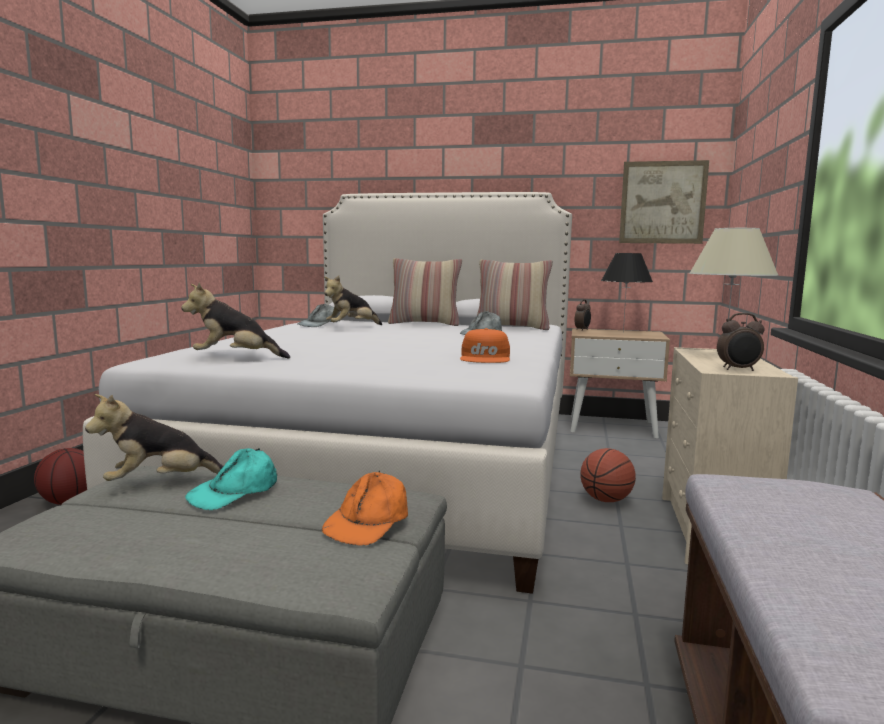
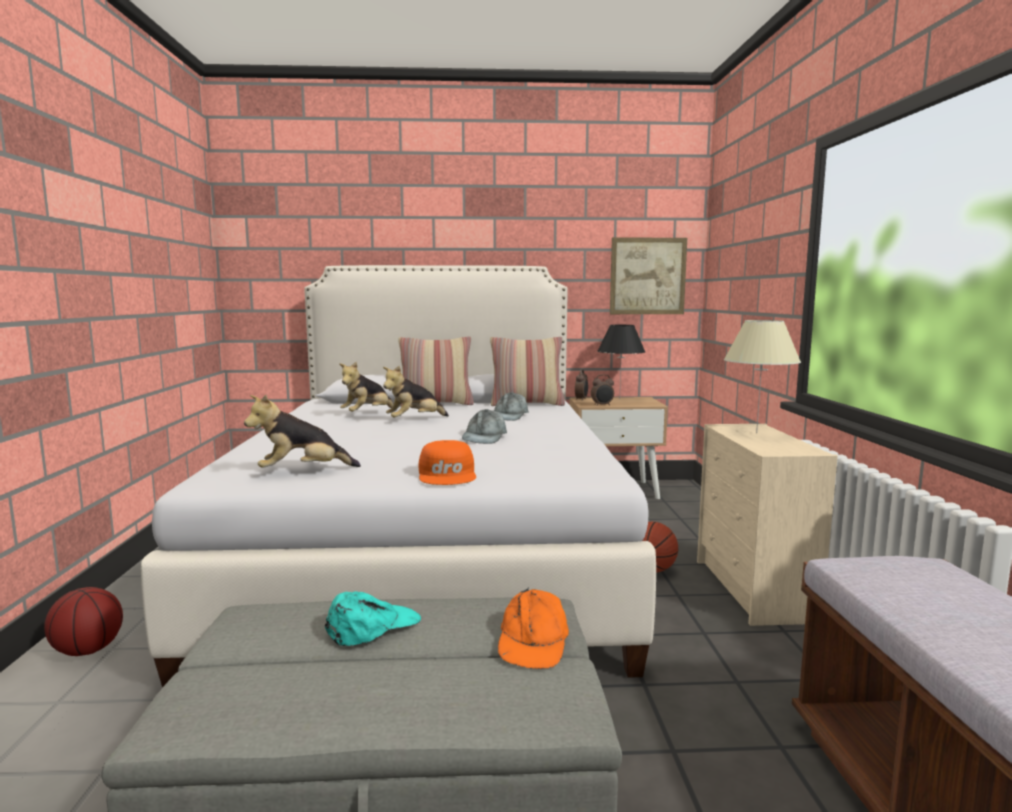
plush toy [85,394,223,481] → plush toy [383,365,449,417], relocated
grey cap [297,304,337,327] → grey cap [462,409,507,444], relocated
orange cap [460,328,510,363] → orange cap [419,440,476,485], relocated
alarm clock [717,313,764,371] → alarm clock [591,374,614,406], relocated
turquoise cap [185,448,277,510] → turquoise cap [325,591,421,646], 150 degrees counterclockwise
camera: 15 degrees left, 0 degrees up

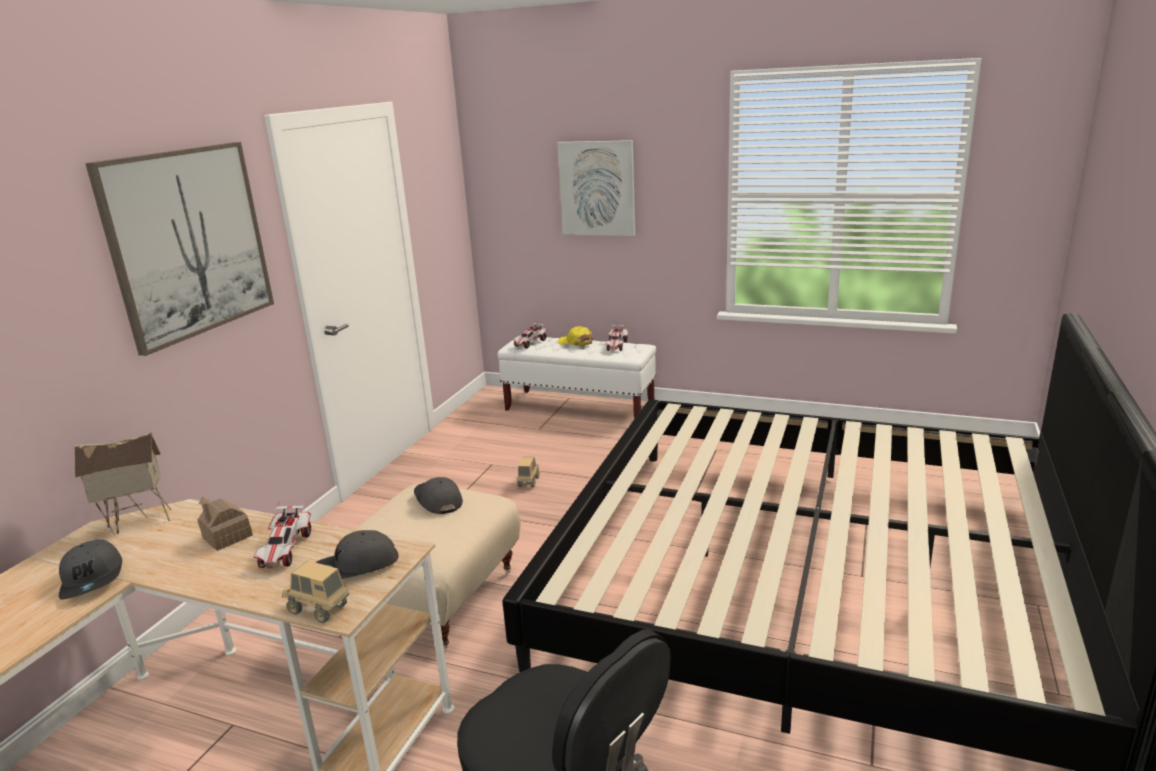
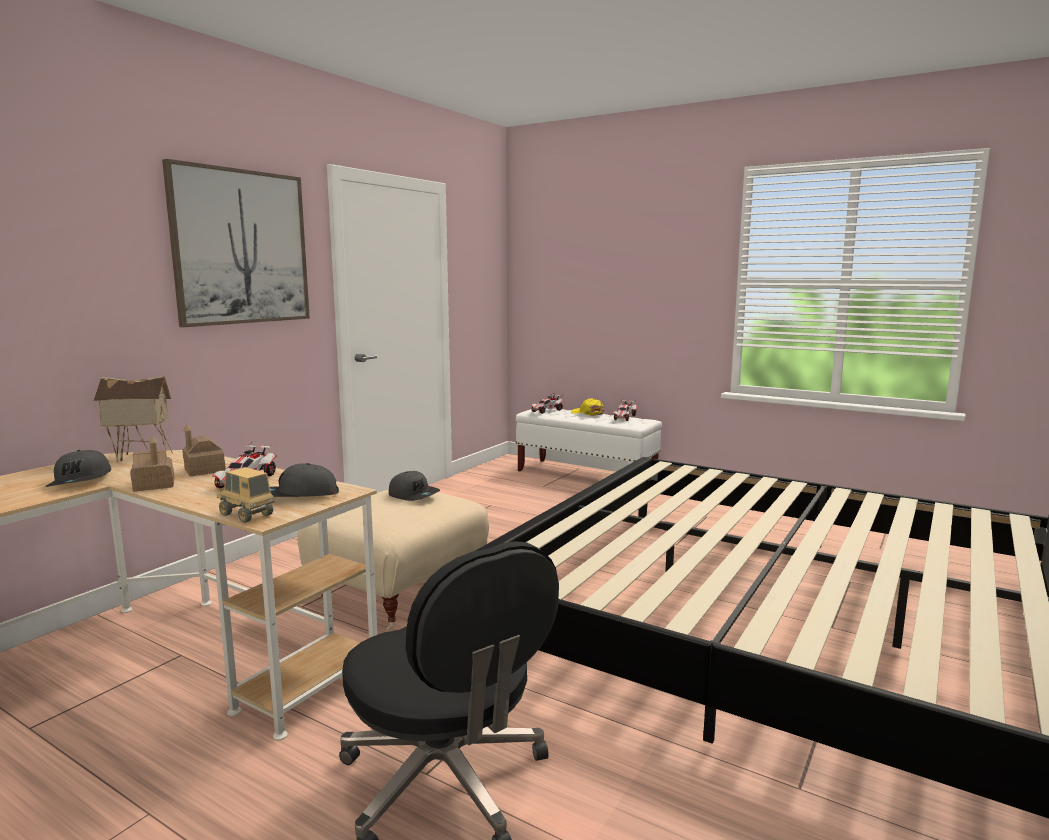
toy truck [517,456,540,488] → -
picture [557,140,635,236] → -
- → toy house [130,436,174,492]
grey cap [414,477,463,514] → grey cap [389,471,440,501], 150 degrees clockwise
camera: 10 degrees right, 10 degrees down

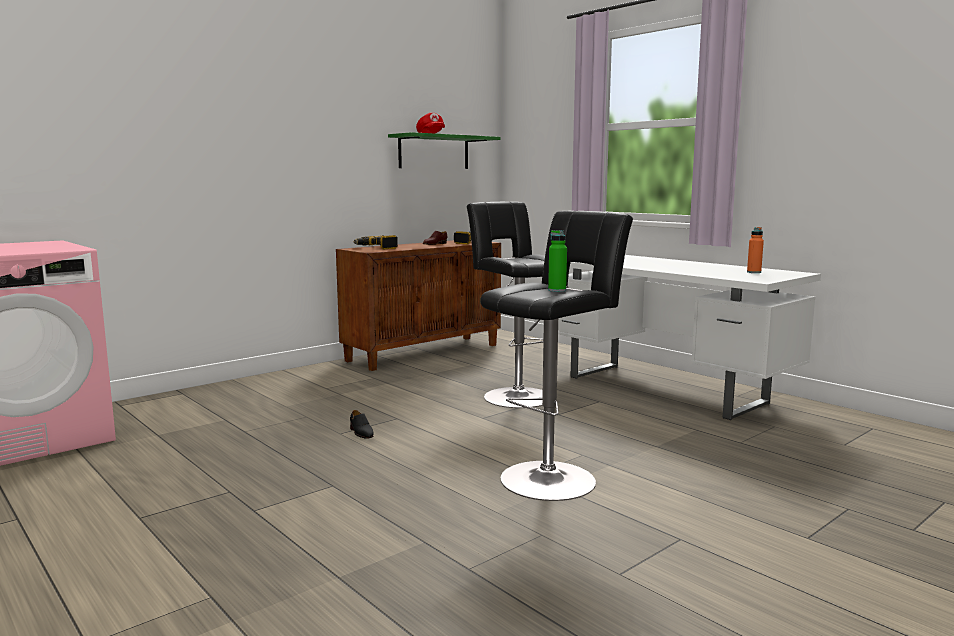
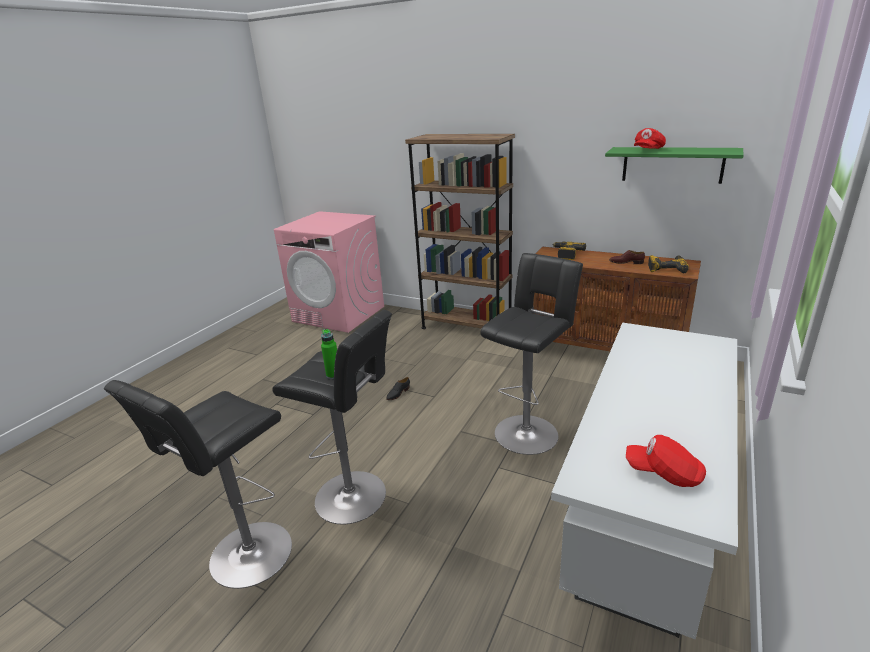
- → black stool [104,380,292,589]
- → brown bookcase [405,134,515,329]
orange bottle [747,227,764,273] → red cap [626,435,706,487]
camera: 70 degrees right, 15 degrees up

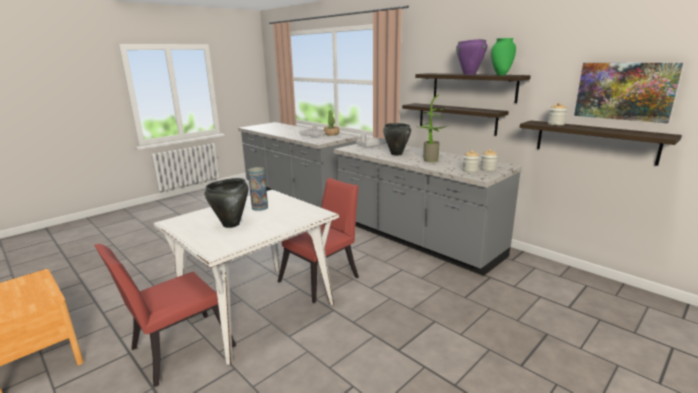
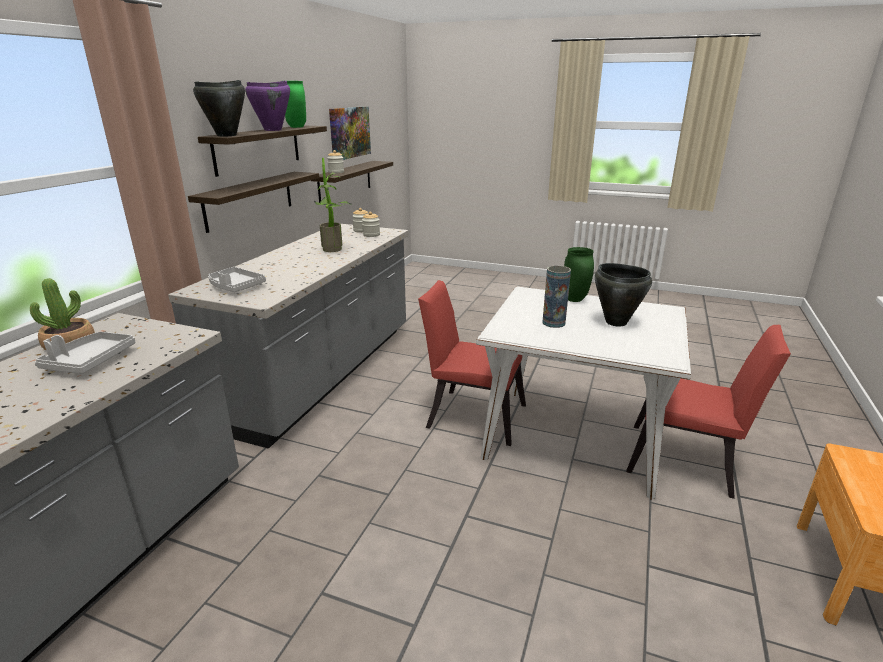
- → green vase [564,247,594,302]
black cooking pot [383,123,411,155] → black cooking pot [193,80,245,136], relocated
camera: 115 degrees left, 5 degrees up

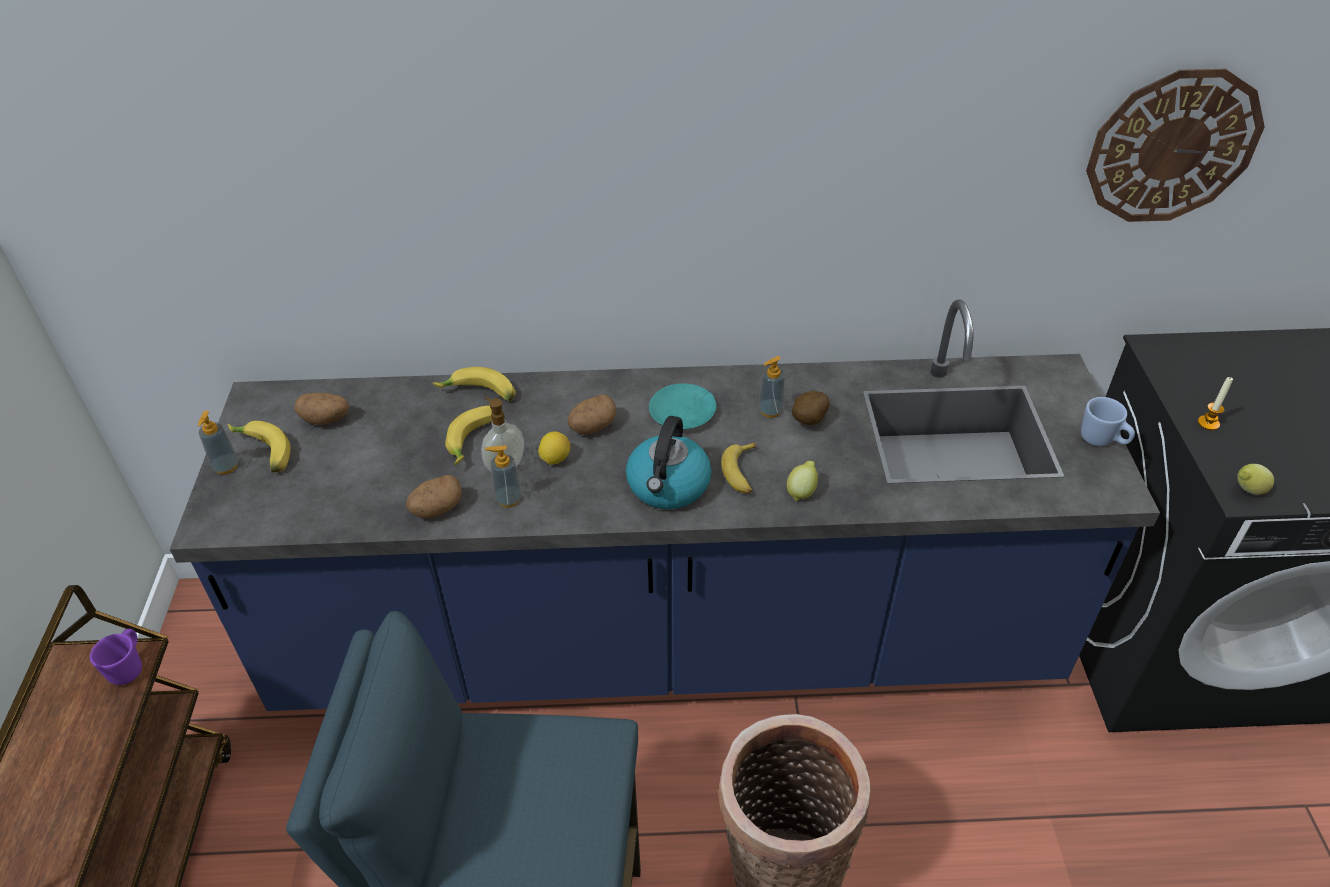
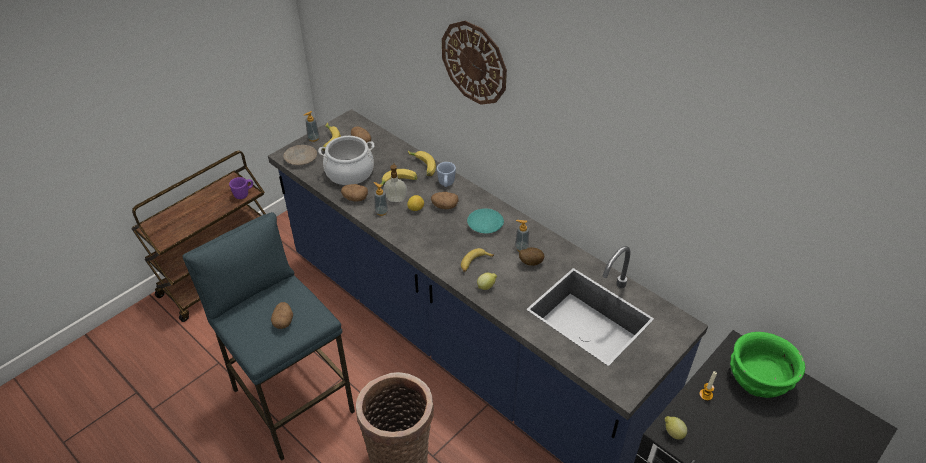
kettle [626,416,712,509] → -
- → potato [271,302,293,329]
- → beige plate [283,145,317,165]
- → cooking pot [318,136,375,185]
- → green bowl [730,332,805,398]
blue mug [1081,397,1135,447] → blue mug [437,162,456,187], relocated
wall clock [1086,69,1265,222] → wall clock [442,21,507,105], relocated
camera: 45 degrees right, 0 degrees up

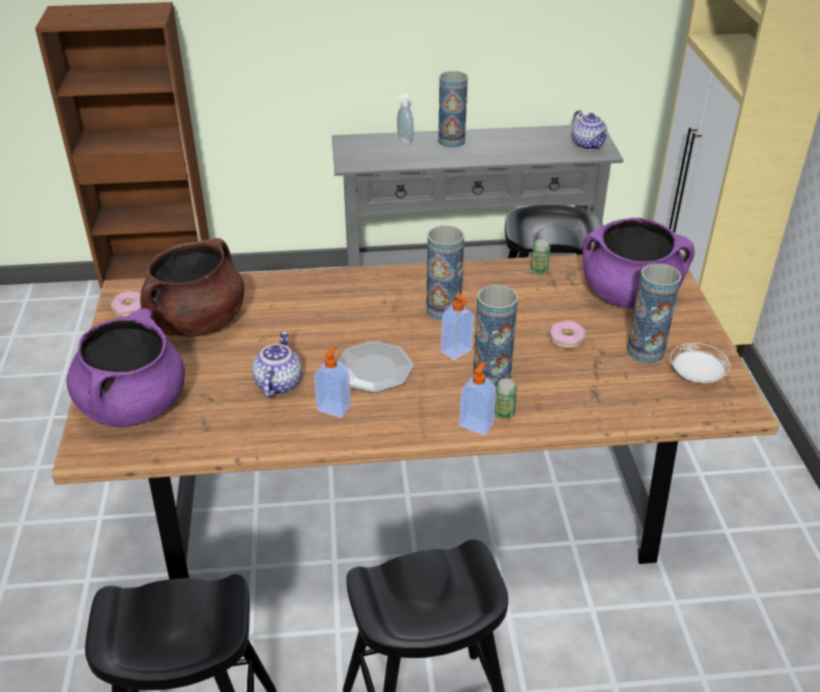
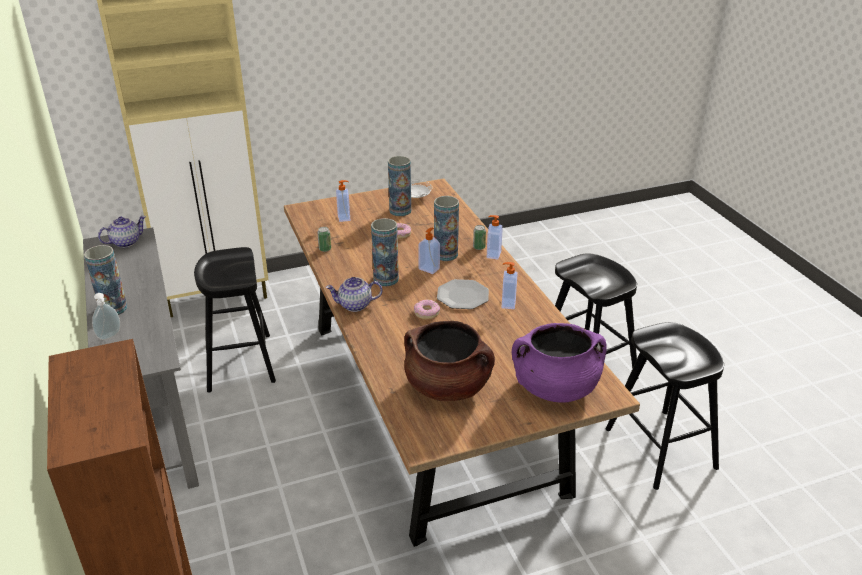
donut [110,291,142,317] → donut [414,299,440,320], relocated
teapot [252,331,302,398] → teapot [326,277,382,312], relocated
purple cooking pot [583,218,695,309] → soap dispenser [336,180,350,222]
camera: 105 degrees left, 5 degrees down

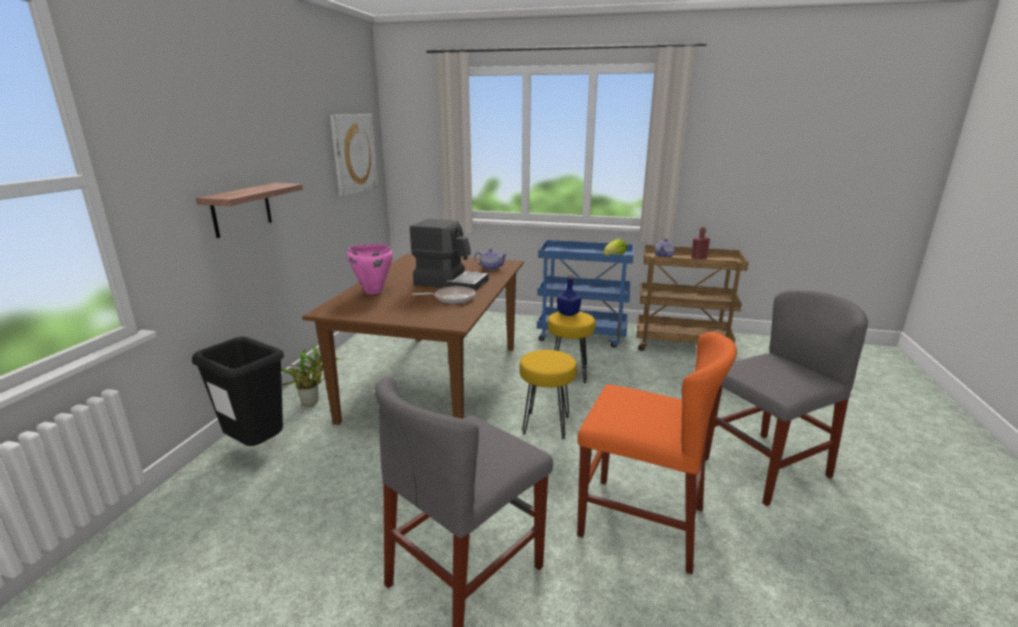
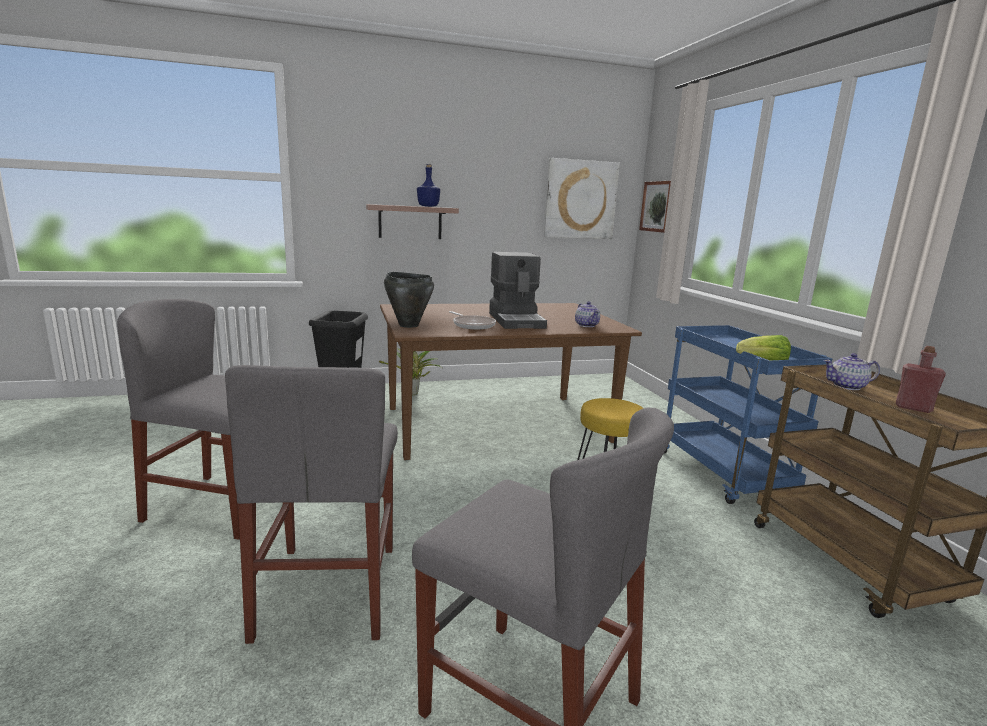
pink cooking pot [347,244,393,294] → -
yellow stool [519,350,577,439] → -
- → black cooking pot [384,272,434,328]
- → picture [639,181,671,233]
blue bottle [557,274,582,316] → blue bottle [417,164,440,207], relocated
orange chair [577,332,737,574] → grey chair [225,365,398,644]
camera: 60 degrees right, 5 degrees down

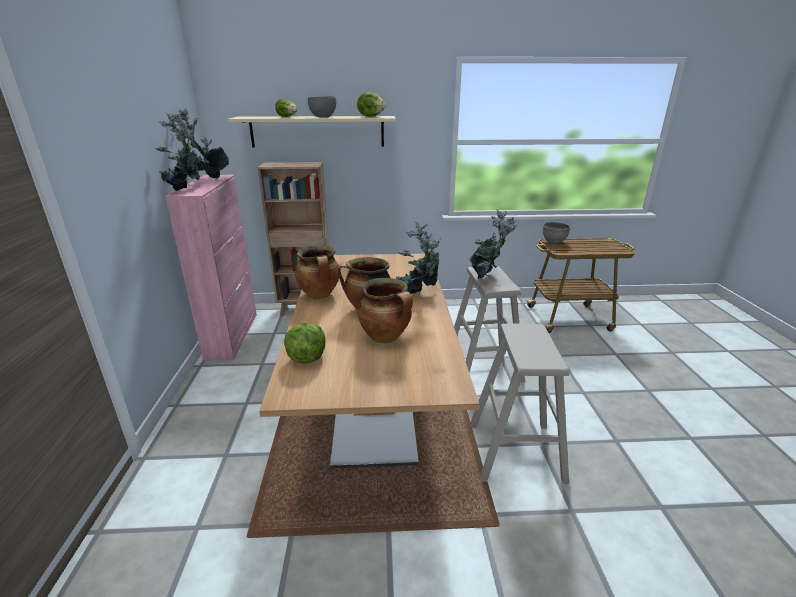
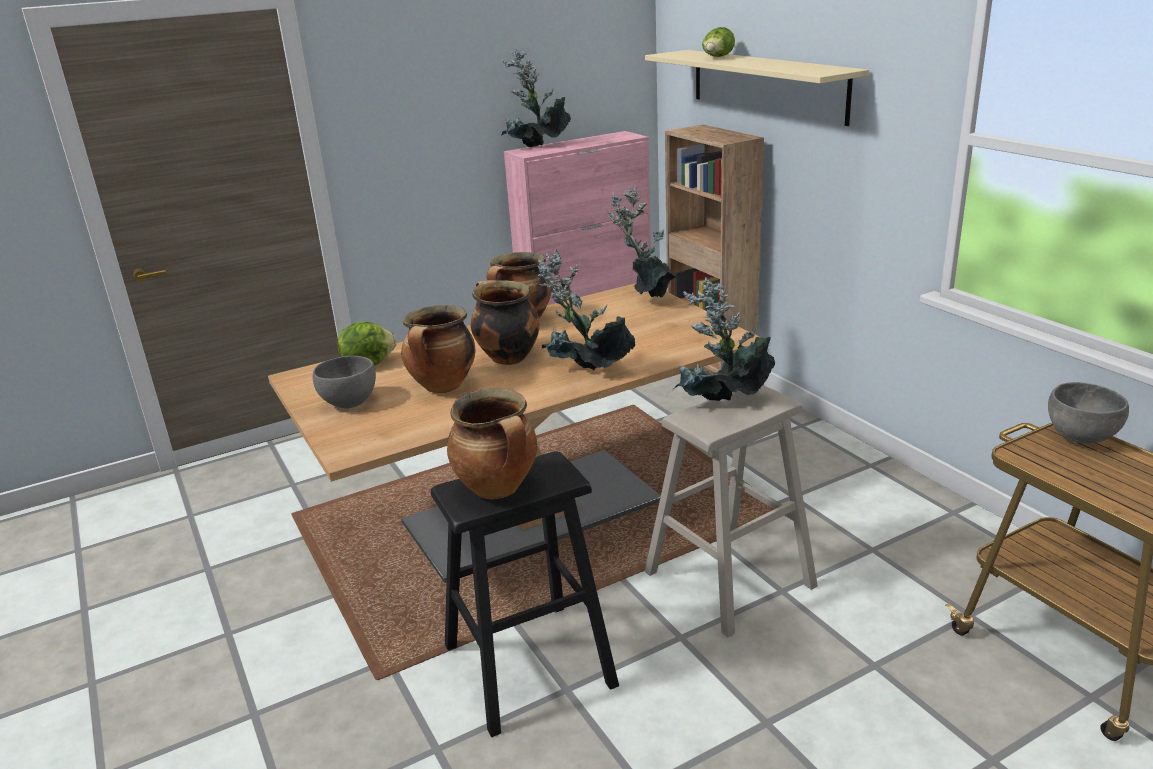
lettuce [357,92,386,117] → -
- → cooking pot [447,389,537,499]
potted plant [171,108,229,178] → potted plant [607,186,678,297], relocated
grey bowl [308,96,336,117] → grey bowl [312,356,376,408], relocated
beige stool [470,323,569,484] → black stool [431,451,619,737]
camera: 65 degrees right, 0 degrees up

